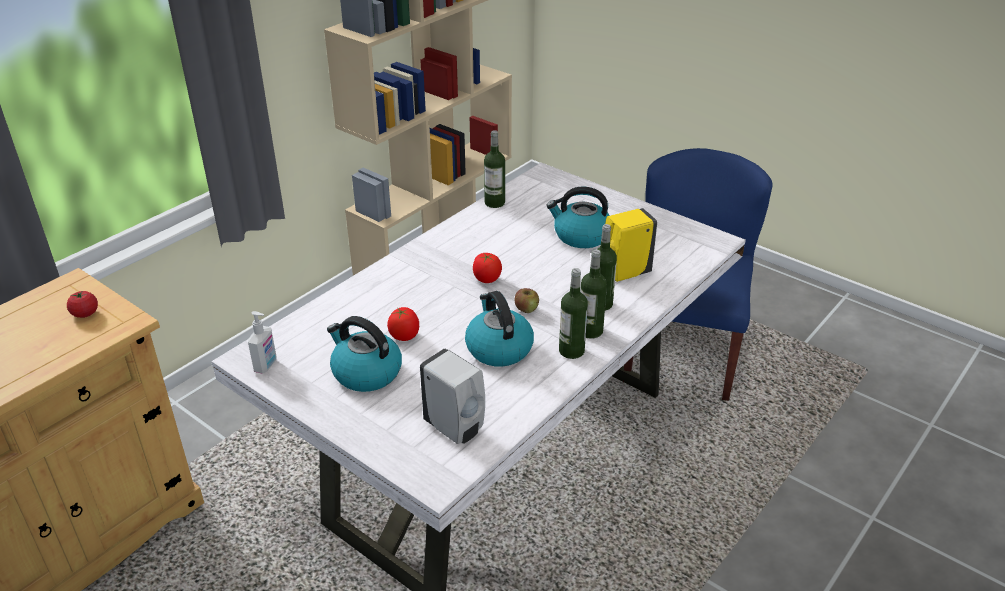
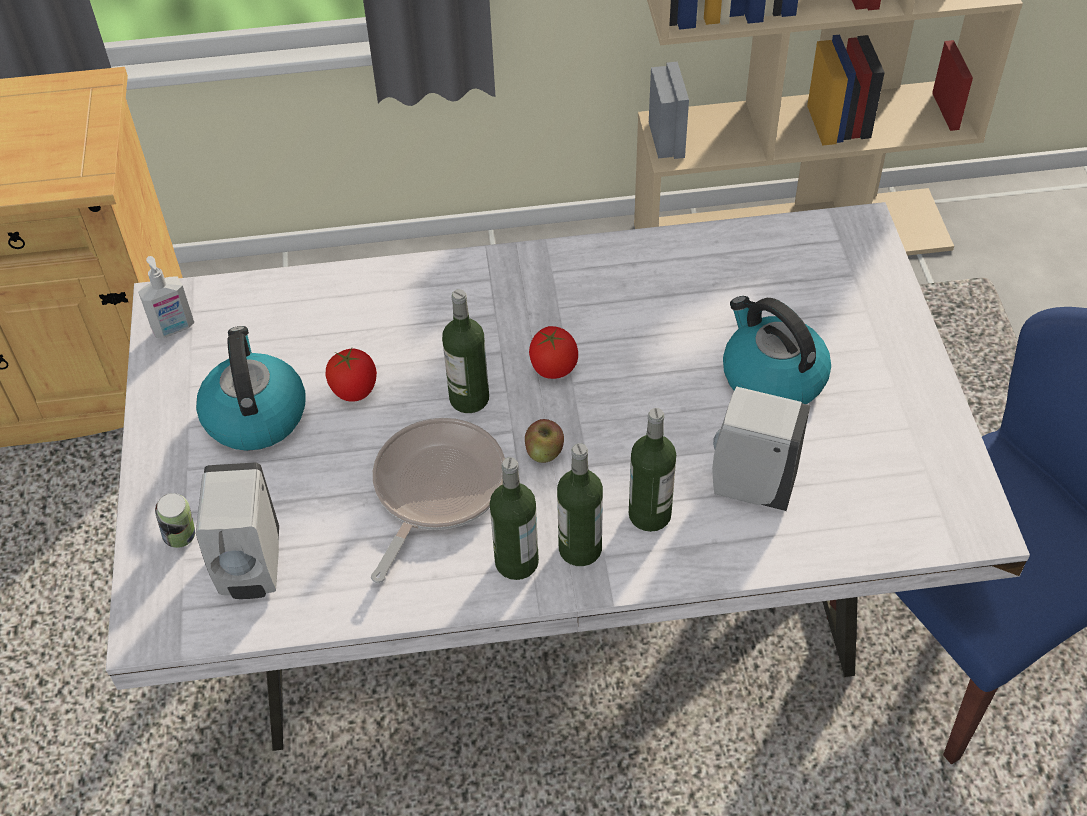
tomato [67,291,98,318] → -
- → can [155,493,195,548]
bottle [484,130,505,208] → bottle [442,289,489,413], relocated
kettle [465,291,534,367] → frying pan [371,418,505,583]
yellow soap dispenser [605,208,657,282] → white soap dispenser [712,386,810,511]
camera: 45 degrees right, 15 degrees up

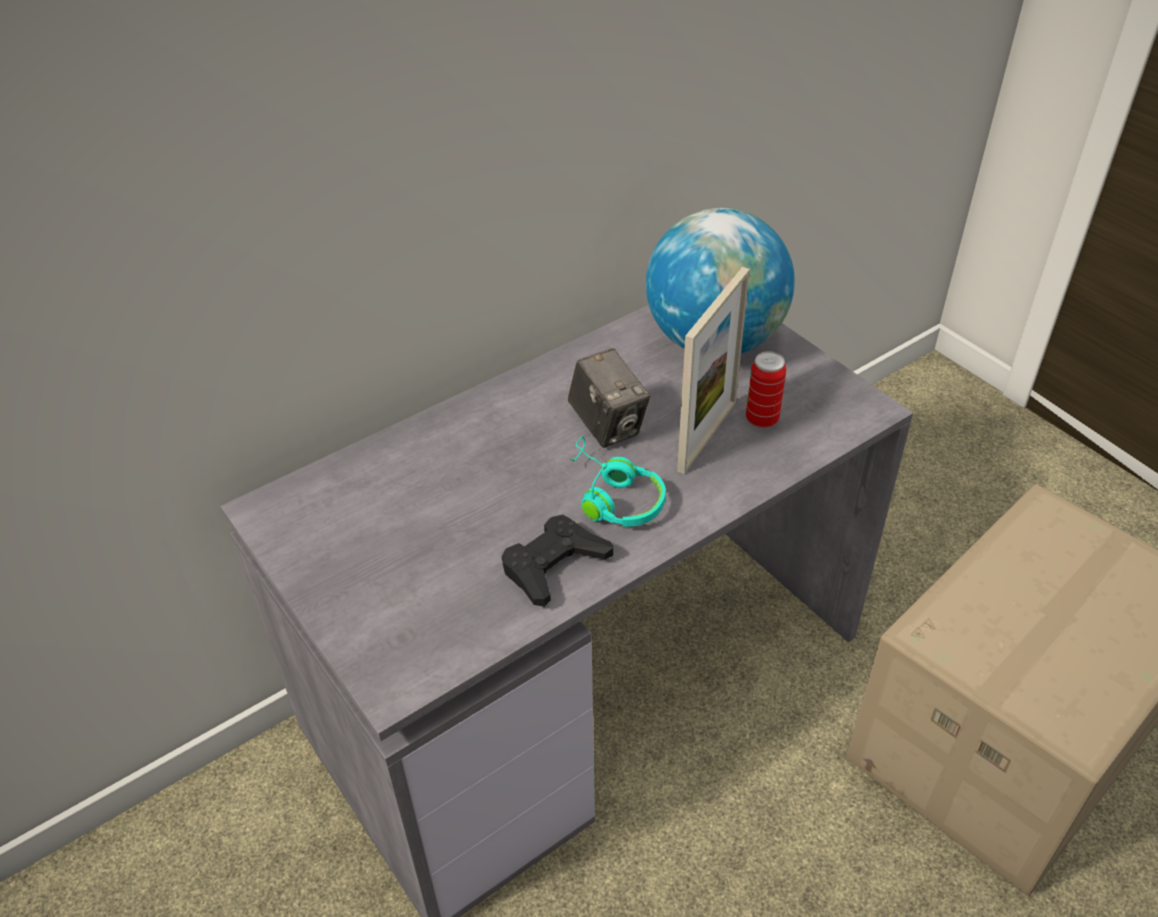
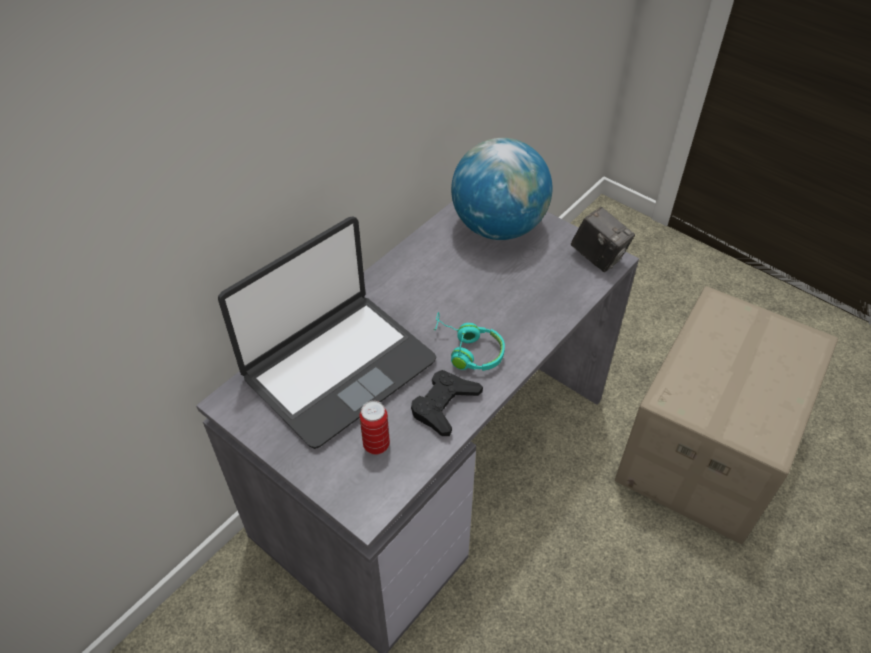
picture frame [677,267,750,474] → -
- → laptop [218,217,437,449]
photo camera [568,348,650,448] → photo camera [571,207,635,272], relocated
can [746,351,786,428] → can [359,401,390,455], relocated
camera: 15 degrees left, 5 degrees up

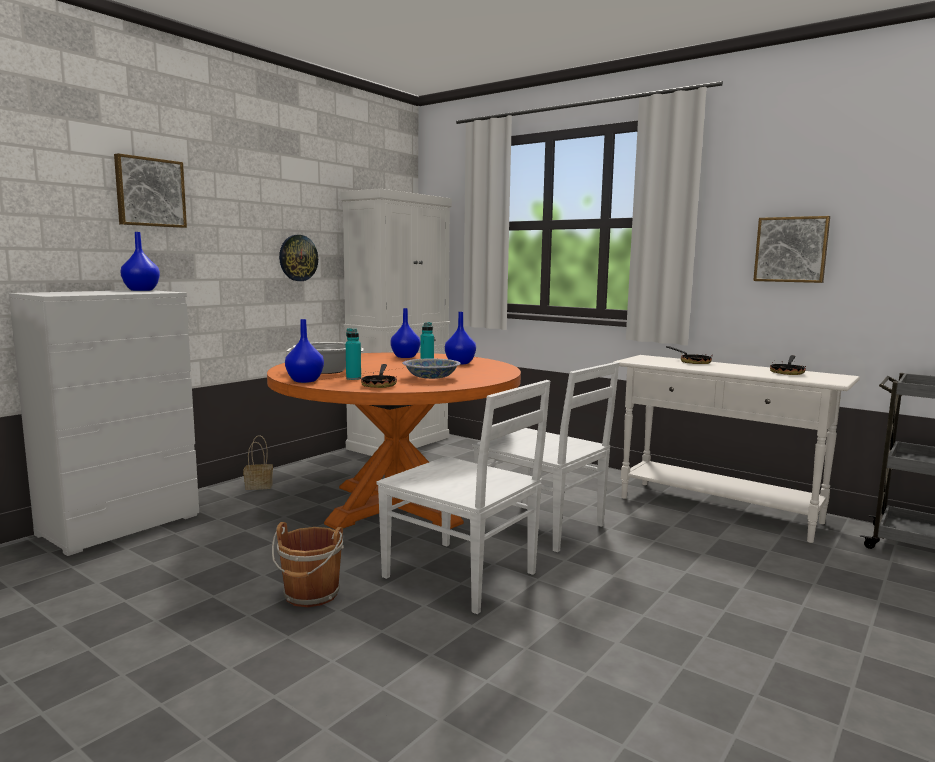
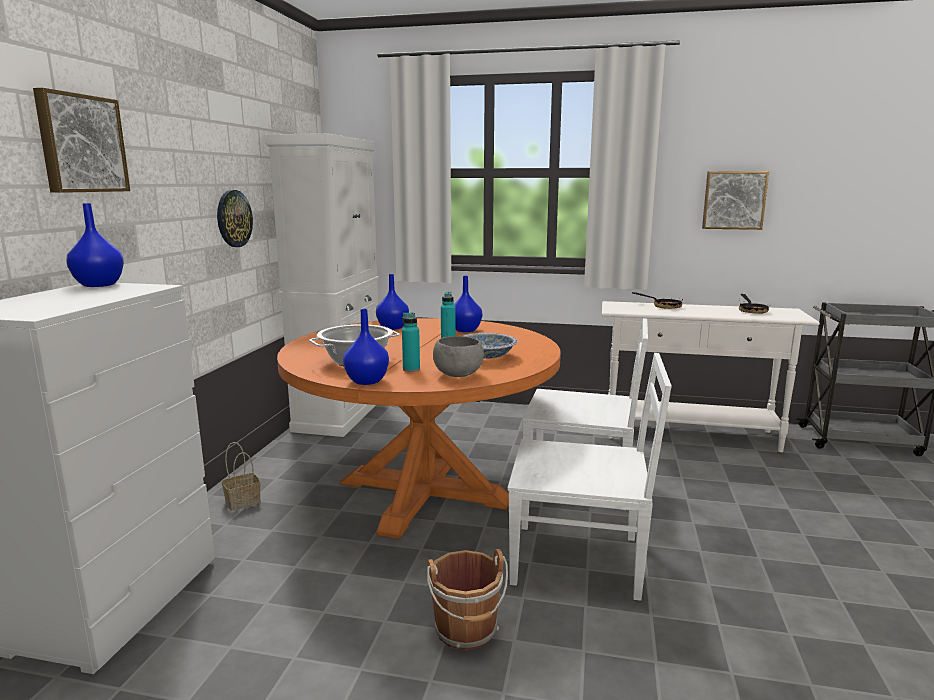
frying pan [361,364,397,388] → grey bowl [433,336,484,377]
camera: 25 degrees left, 5 degrees up

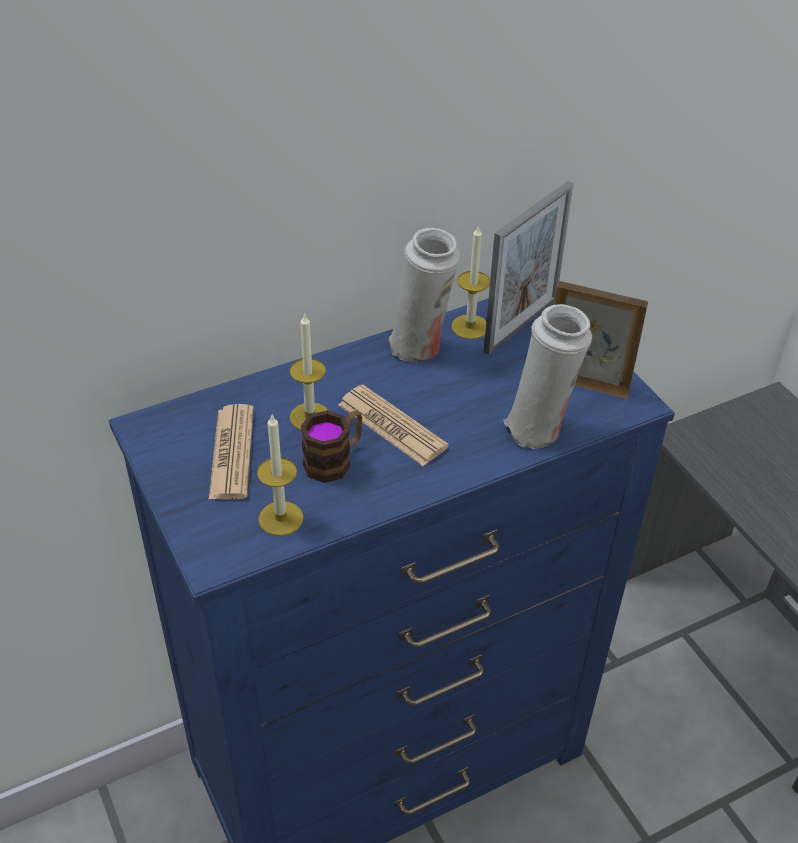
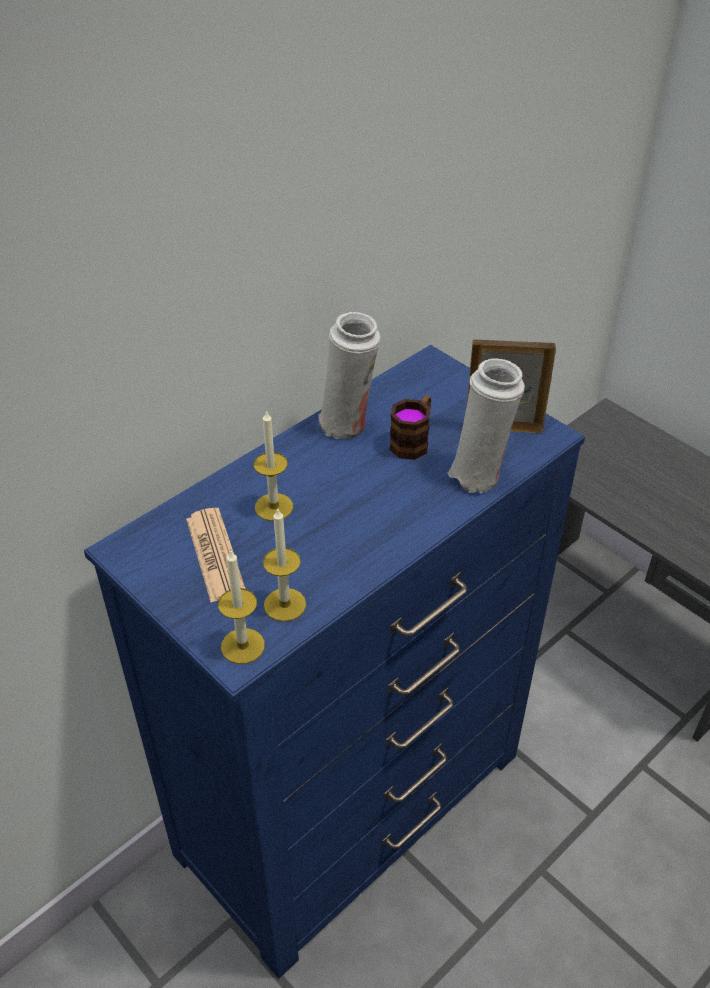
newspaper [338,385,449,466] → -
picture frame [484,181,573,355] → -
mug [301,410,362,483] → mug [389,395,431,460], relocated
candle [451,226,490,339] → candle [218,549,265,664], relocated
camera: 15 degrees left, 0 degrees up

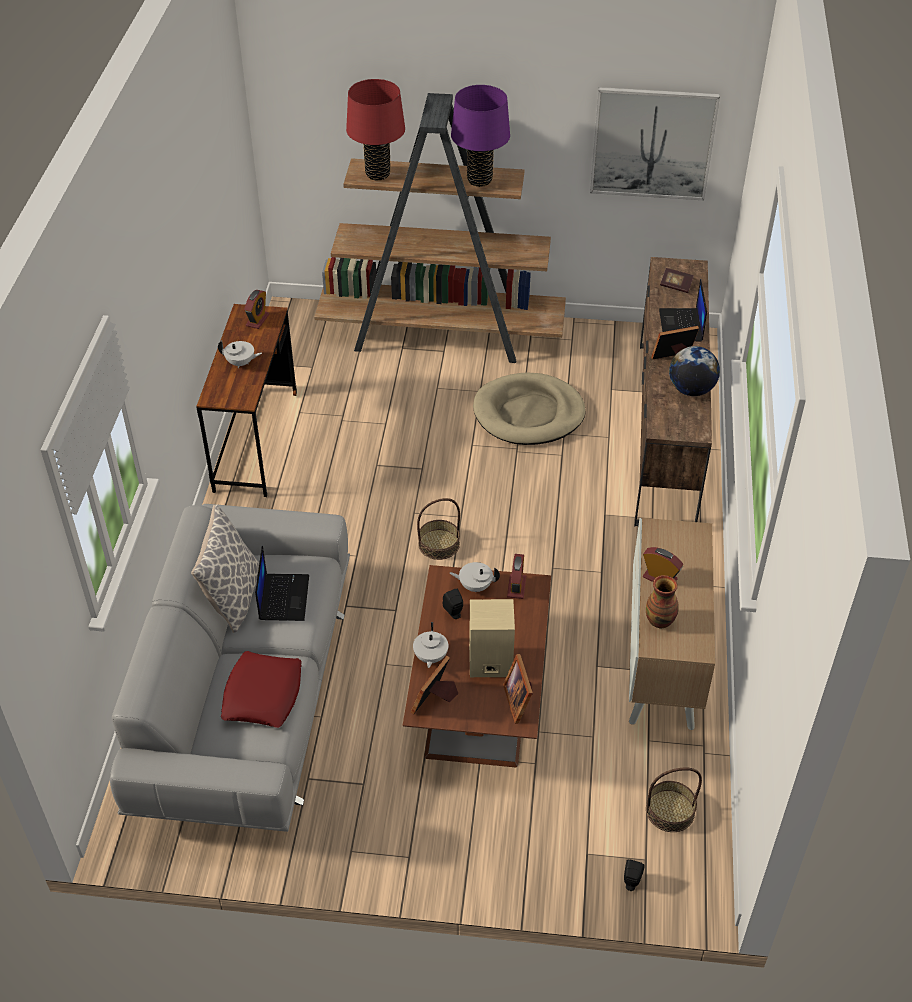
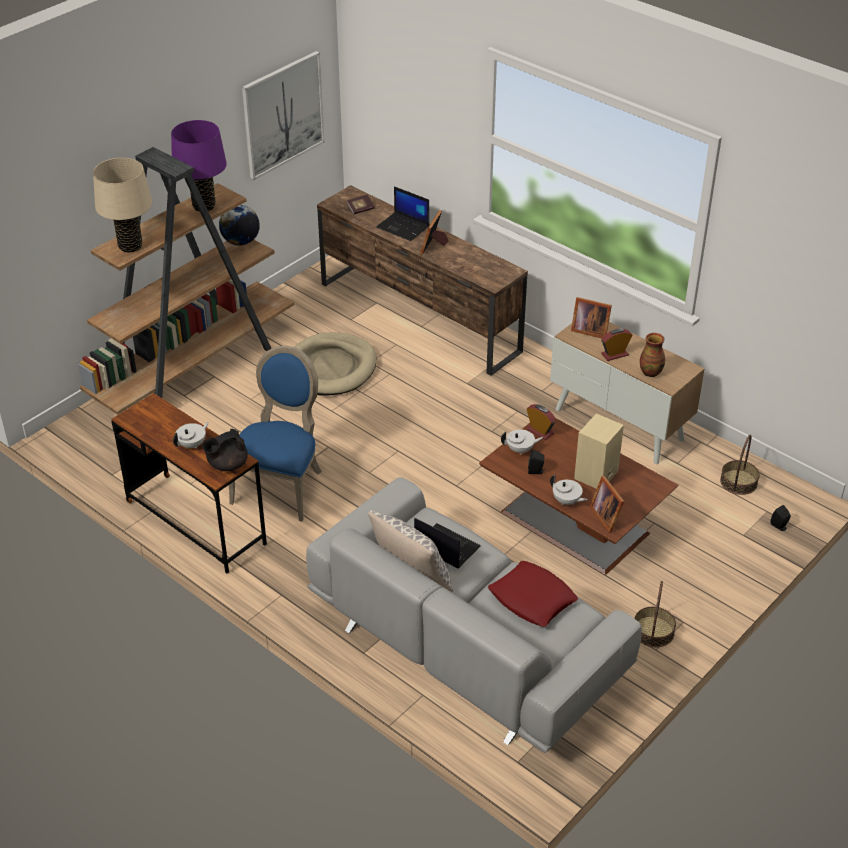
alarm clock [244,290,269,329] → -
- → black teapot [202,429,248,471]
- → blue chair [229,346,322,522]
basket [417,498,460,560] → basket [634,581,676,647], relocated
picture frame [503,654,533,724] → picture frame [571,297,612,338], relocated
globe [669,346,720,396] → globe [219,205,260,245], relocated
red table lamp [346,79,405,181] → beige table lamp [93,158,152,252]
white teapot [450,562,500,593] → white teapot [501,429,543,455], 135 degrees counterclockwise
camera: 55 degrees left, 5 degrees down

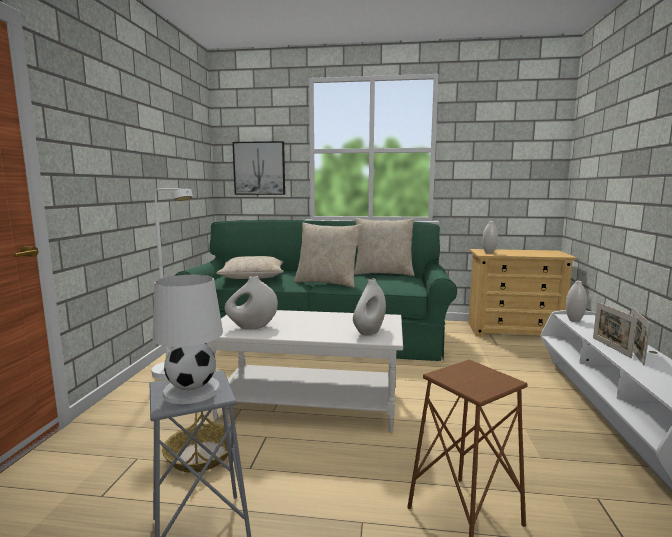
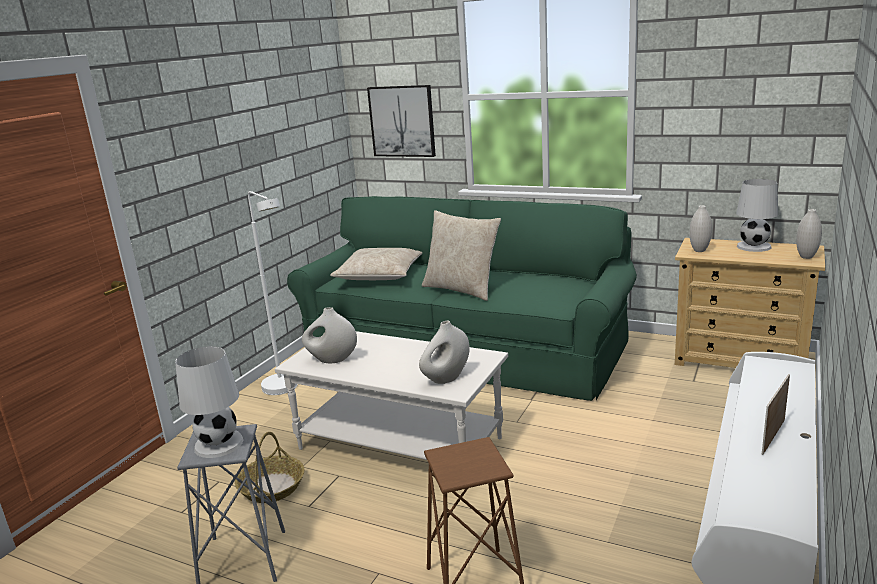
beige pillow [354,218,415,276] → -
picture frame [593,302,637,358] → -
- → white table lamp [736,179,778,252]
white vase [566,281,587,322] → white vase [796,209,822,259], relocated
camera: 20 degrees right, 10 degrees up

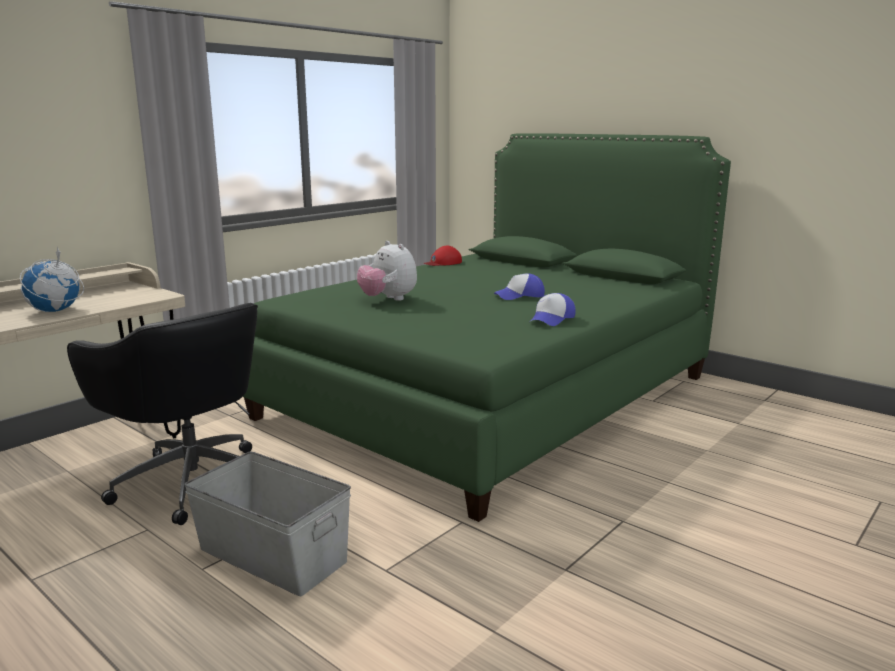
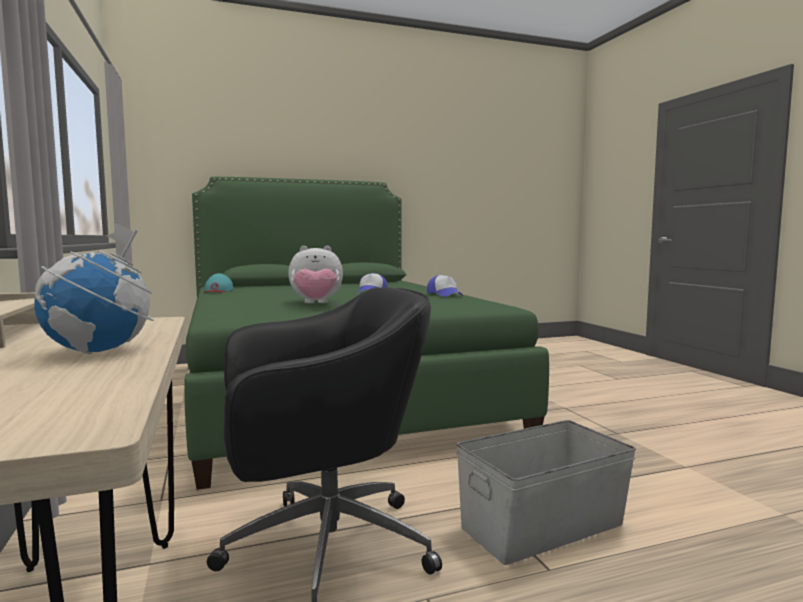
red cap [424,246,462,266] → turquoise cap [204,273,233,292]
camera: 60 degrees left, 10 degrees down

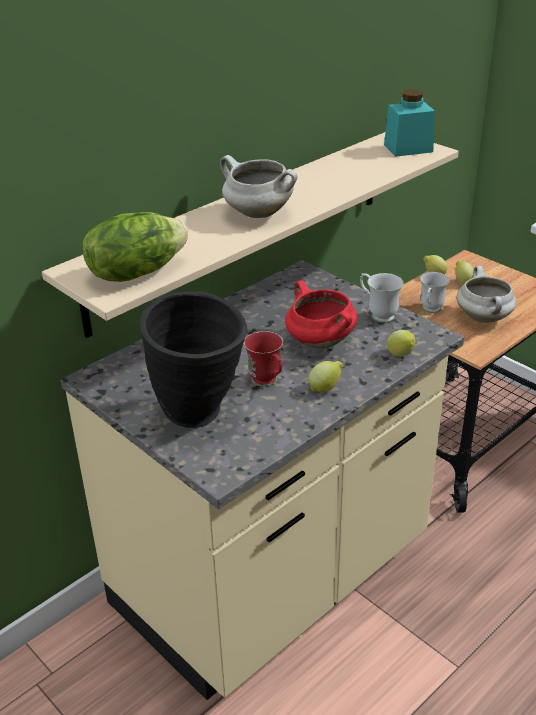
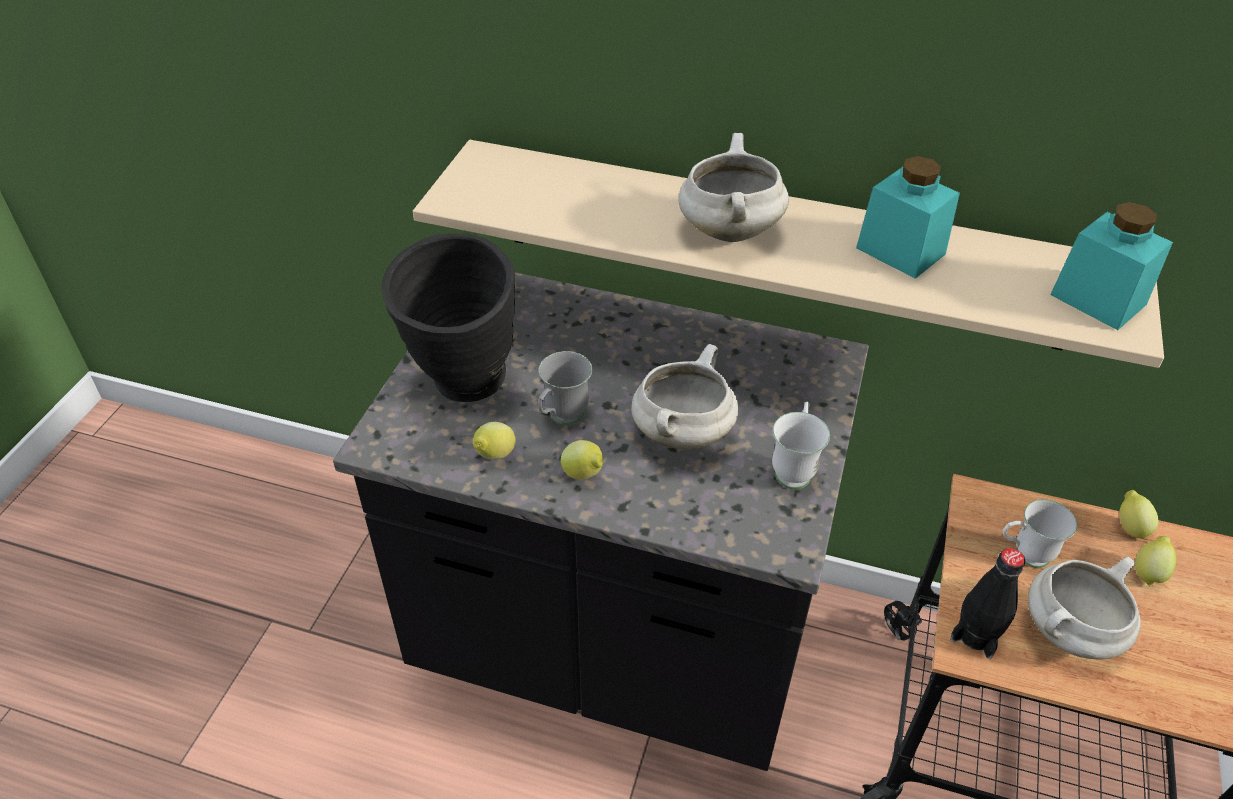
lettuce [83,212,188,282] → -
- → turquoise jar [856,156,960,279]
- → black bottle [950,548,1025,659]
lemon [387,330,415,356] → lemon [473,422,516,459], relocated
beige counter [61,260,464,700] → black counter [333,272,869,771]
red mug [244,331,283,387] → grey mug [538,351,592,425]
red cooking pot [285,280,357,348] → white cooking pot [631,344,738,449]
camera: 60 degrees right, 10 degrees up

